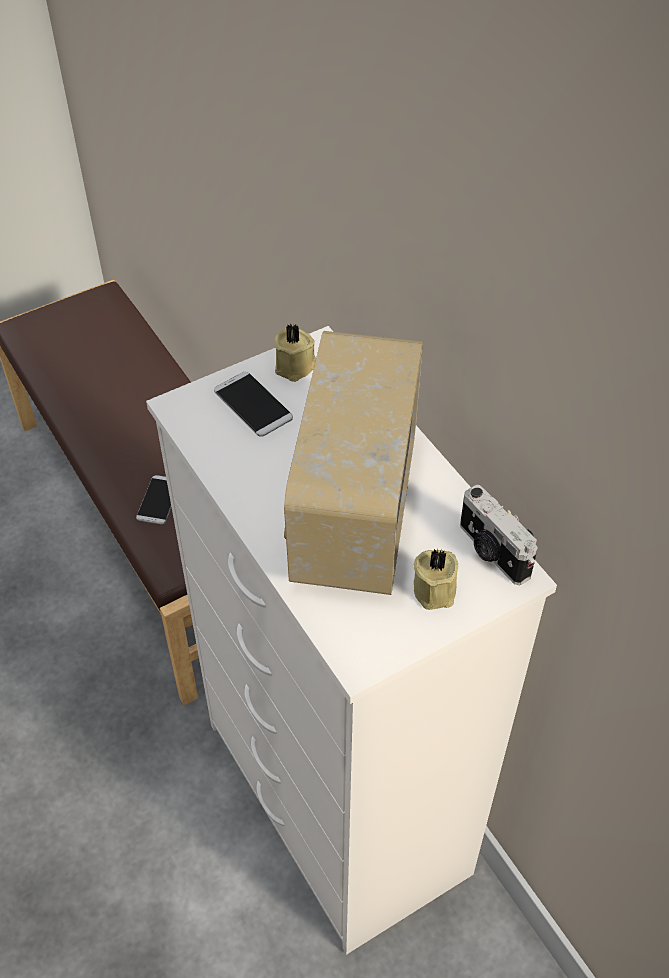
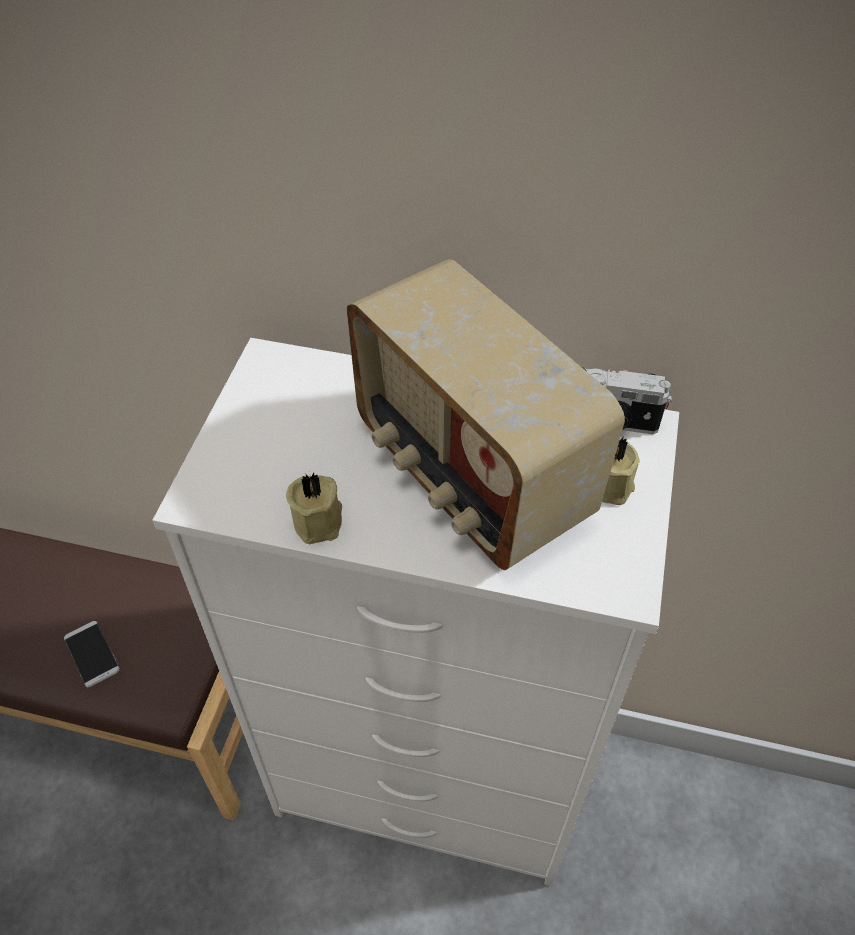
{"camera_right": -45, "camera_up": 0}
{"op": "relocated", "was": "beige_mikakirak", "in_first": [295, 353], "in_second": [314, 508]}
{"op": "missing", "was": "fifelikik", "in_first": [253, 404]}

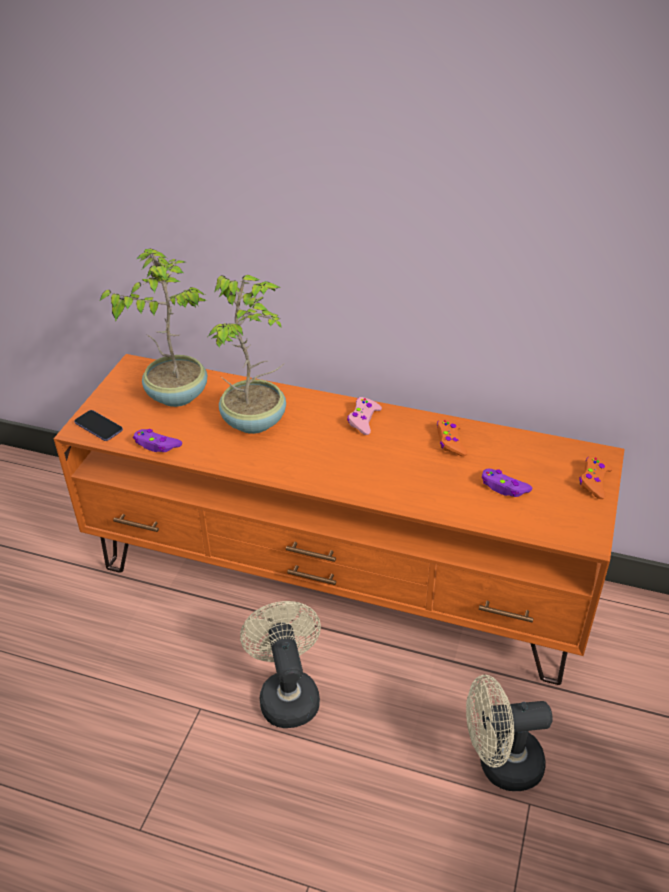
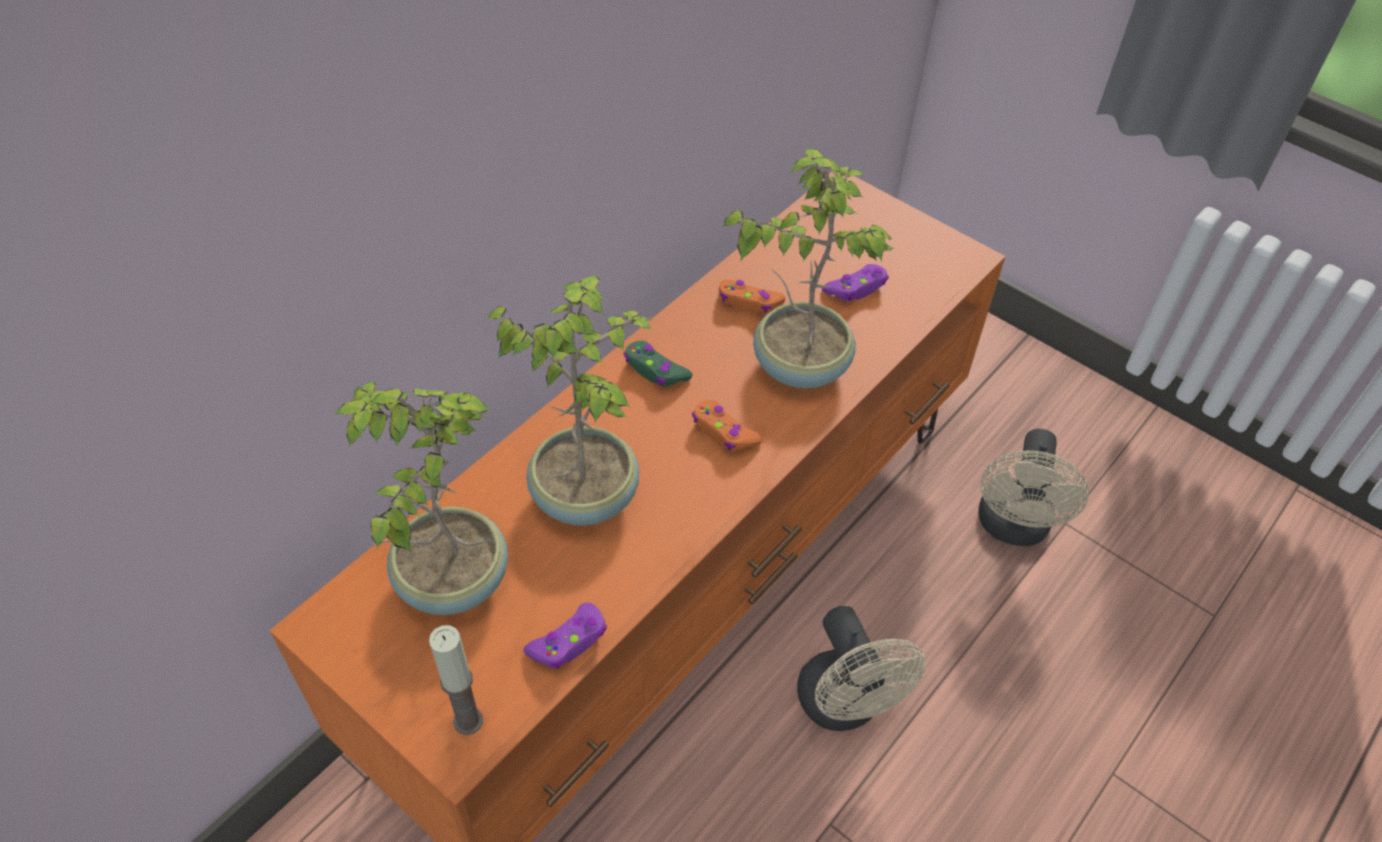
{"camera_right": -70, "camera_up": 10}
{"op": "colour", "was": "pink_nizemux", "now": "green_nizemux", "in_first": [364, 416], "in_second": [658, 364]}
{"op": "exchanged", "was": "fifelikik", "now": "mikakirak", "in_first": [98, 425], "in_second": [456, 680]}
{"op": "relocated", "was": "orange_nizemux", "in_first": [596, 477], "in_second": [727, 425]}
{"op": "spun", "was": "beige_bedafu", "in_first": [280, 664], "in_second": [861, 668], "clockwise": -120}
{"op": "appeared", "now": "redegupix", "in_second": [808, 268]}

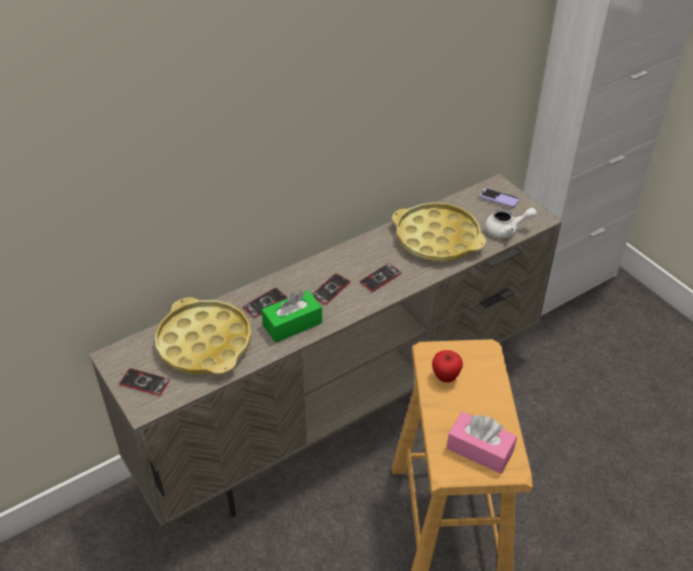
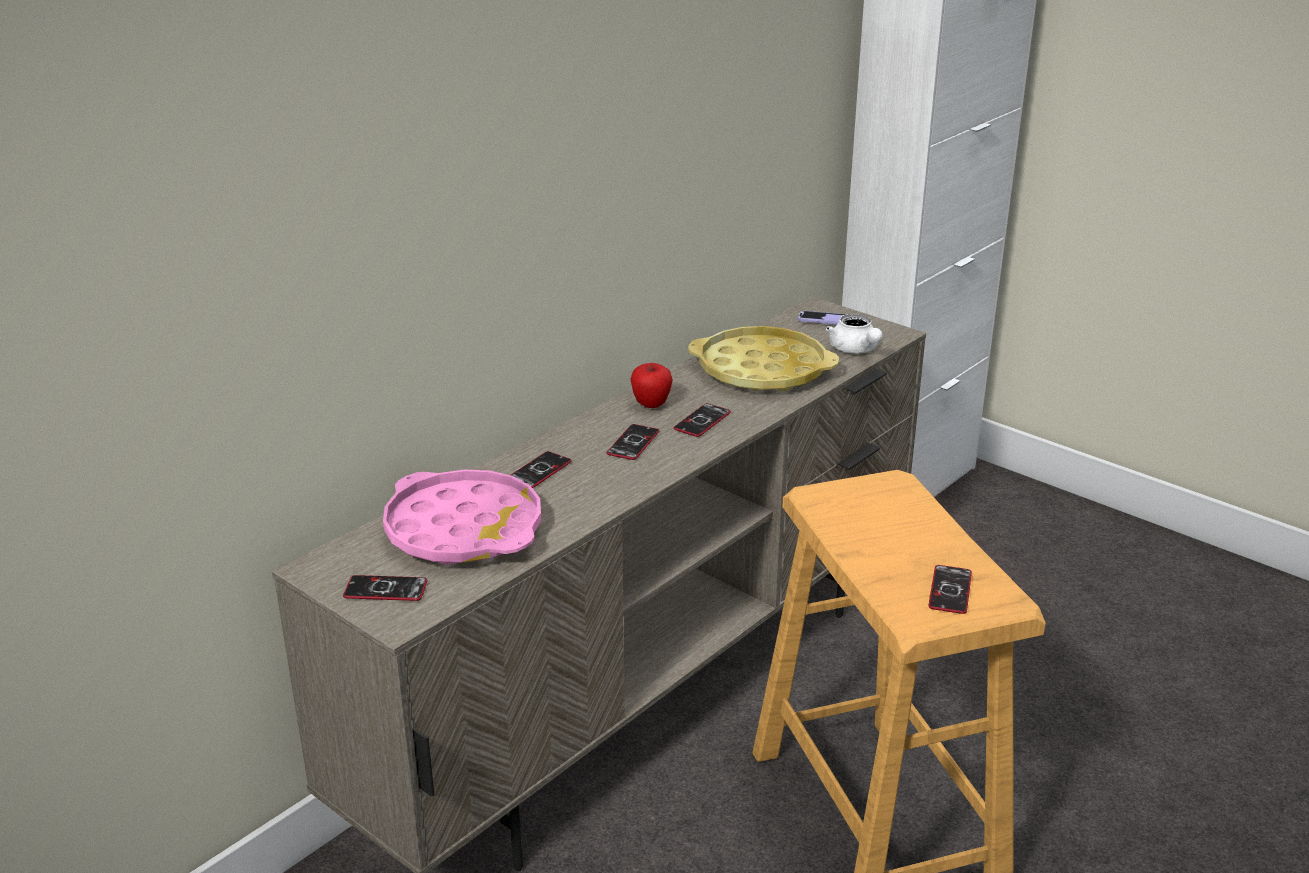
{"camera_right": -15, "camera_up": -15}
{"op": "spun", "was": "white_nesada", "in_first": [511, 223], "in_second": [854, 334], "clockwise": 90}
{"op": "missing", "was": "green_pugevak", "in_first": [291, 316]}
{"op": "colour", "was": "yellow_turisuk", "now": "pink_turisuk", "in_first": [203, 335], "in_second": [462, 517]}
{"op": "relocated", "was": "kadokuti", "in_first": [447, 366], "in_second": [651, 385]}
{"op": "exchanged", "was": "pink_pugevak", "now": "fifelikik", "in_first": [482, 443], "in_second": [950, 589]}

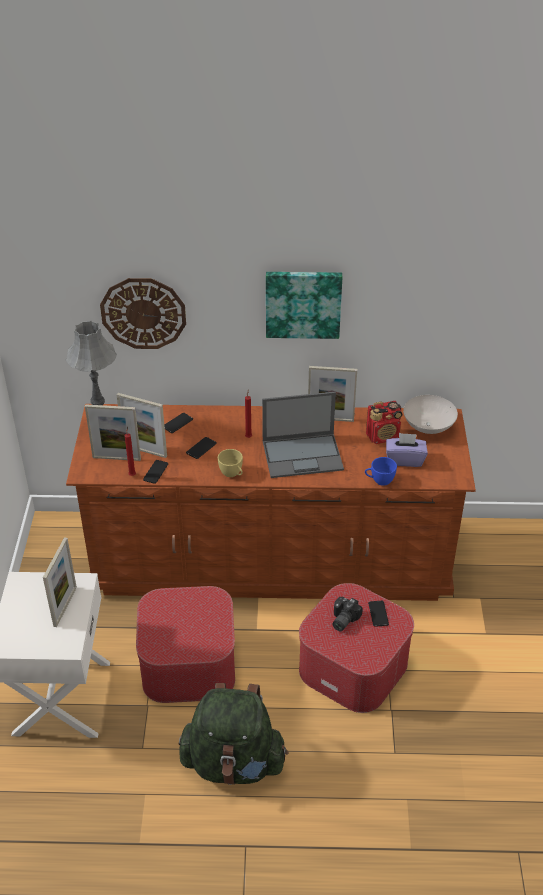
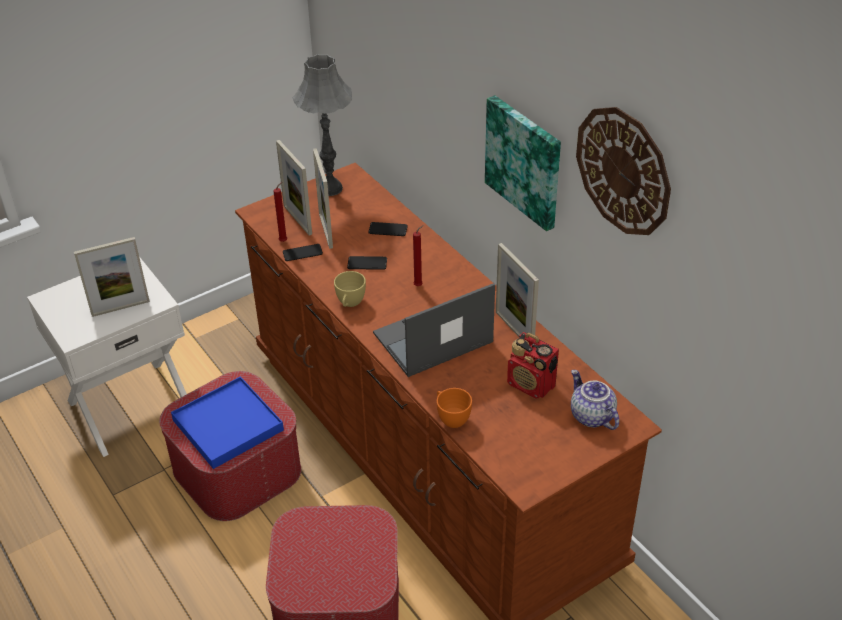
{"camera_right": 55, "camera_up": 0}
{"op": "relocated", "was": "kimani", "in_first": [143, 313], "in_second": [623, 171]}
{"op": "spun", "was": "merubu", "in_first": [303, 435], "in_second": [434, 330], "clockwise": 105}
{"op": "exchanged", "was": "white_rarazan", "now": "nesada", "in_first": [430, 414], "in_second": [595, 400]}
{"op": "missing", "was": "purple_pugevak", "in_first": [407, 450]}
{"op": "colour", "was": "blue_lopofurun", "now": "orange_lopofurun", "in_first": [381, 471], "in_second": [454, 408]}
{"op": "missing", "was": "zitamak", "in_first": [348, 614]}
{"op": "missing", "was": "fifelikik", "in_first": [378, 614]}
{"op": "missing", "was": "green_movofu", "in_first": [233, 734]}
{"op": "appeared", "now": "blue_turisuk", "in_second": [227, 422]}

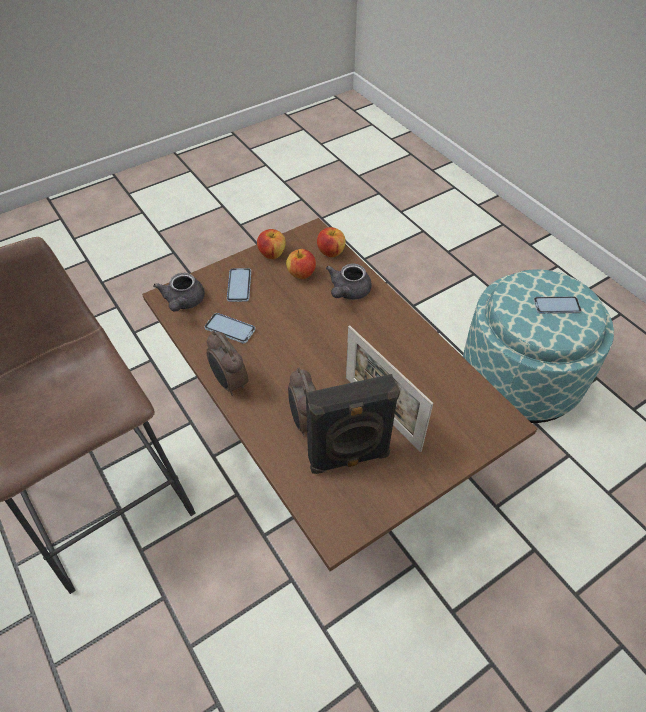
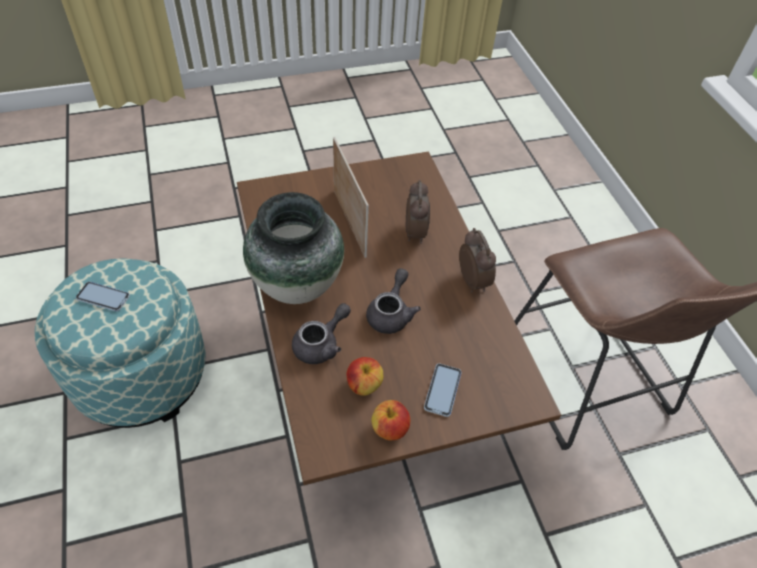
{"camera_right": -165, "camera_up": 0}
{"op": "missing", "was": "kadokuti", "in_first": [331, 242]}
{"op": "relocated", "was": "grey_nesada", "in_first": [178, 292], "in_second": [393, 301]}
{"op": "missing", "was": "fifelikik", "in_first": [230, 328]}
{"op": "missing", "was": "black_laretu", "in_first": [353, 424]}
{"op": "appeared", "now": "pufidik", "in_second": [293, 248]}

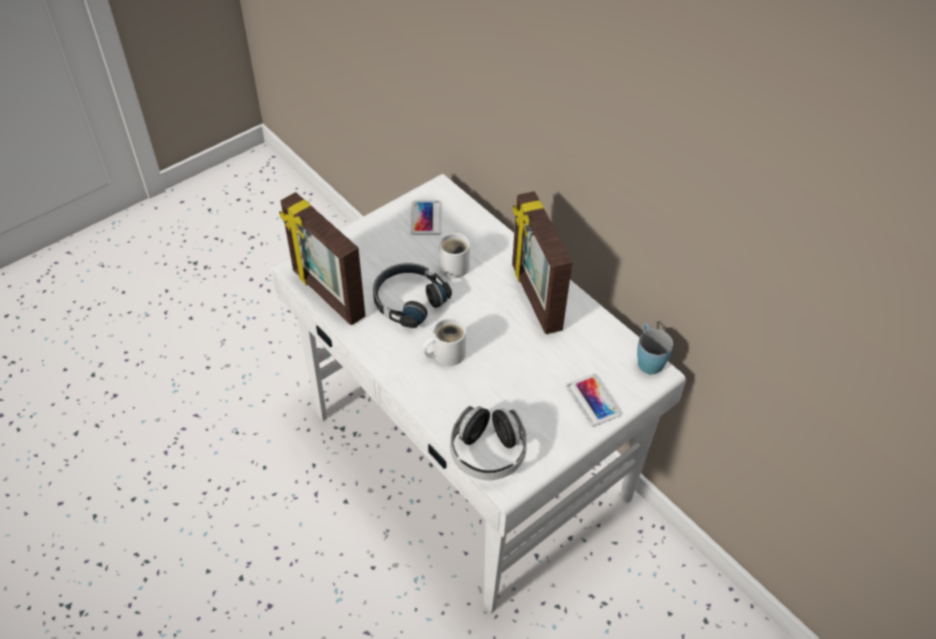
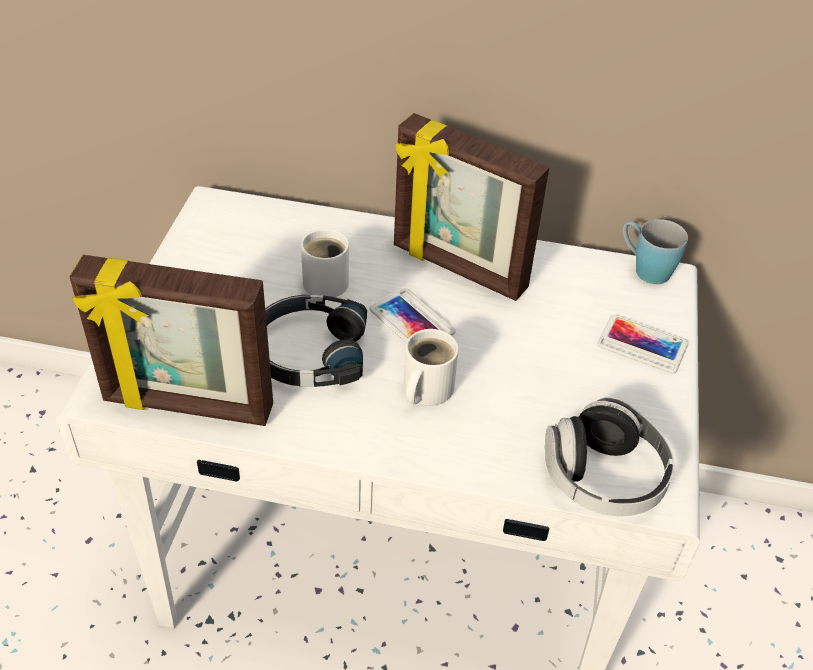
{"camera_right": -40, "camera_up": -5}
{"op": "relocated", "was": "fifelikik", "in_first": [426, 217], "in_second": [413, 315]}

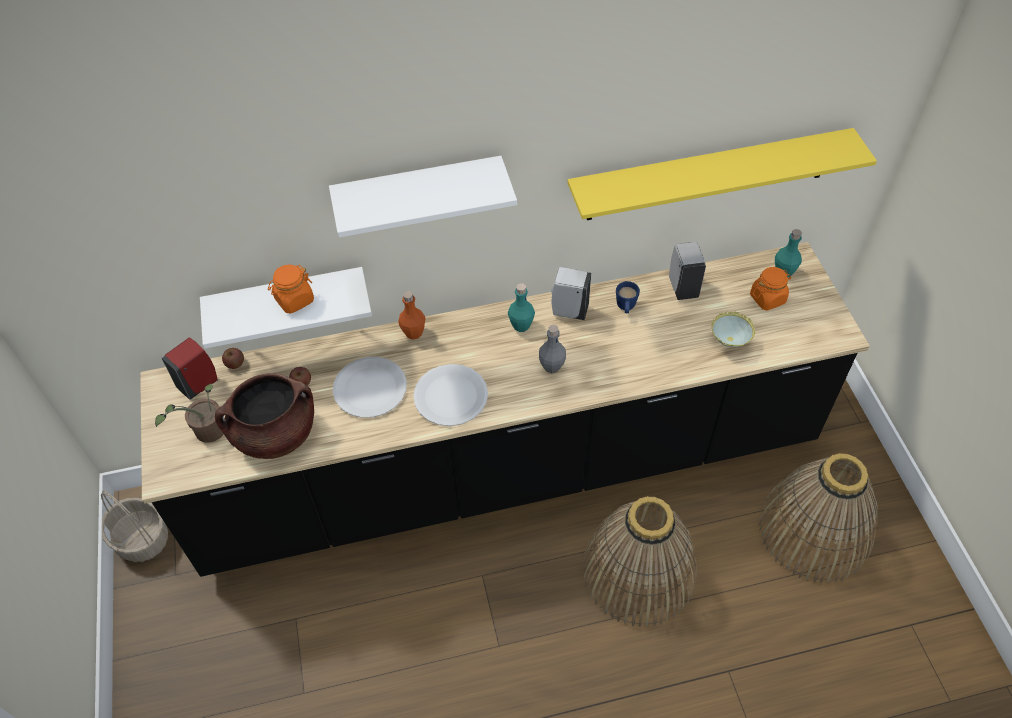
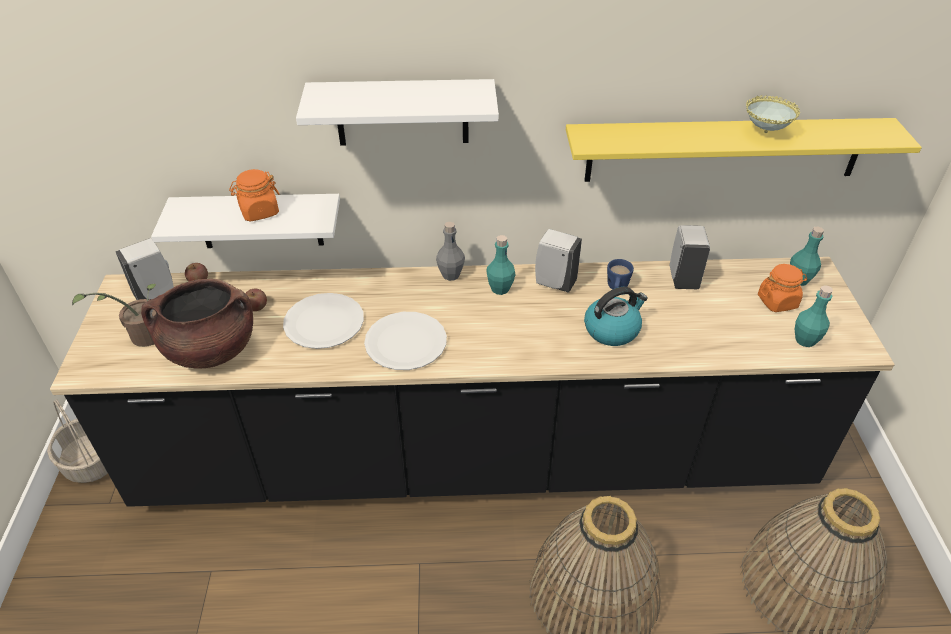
{"camera_right": 10, "camera_up": -10}
{"op": "missing", "was": "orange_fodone", "in_first": [411, 315]}
{"op": "relocated", "was": "rarazan", "in_first": [733, 329], "in_second": [773, 114]}
{"op": "relocated", "was": "grey_fodone", "in_first": [552, 349], "in_second": [450, 251]}
{"op": "colour", "was": "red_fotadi", "now": "white_fotadi", "in_first": [190, 368], "in_second": [144, 269]}
{"op": "appeared", "now": "turquoise_fodone", "in_second": [814, 316]}
{"op": "appeared", "now": "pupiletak", "in_second": [616, 316]}

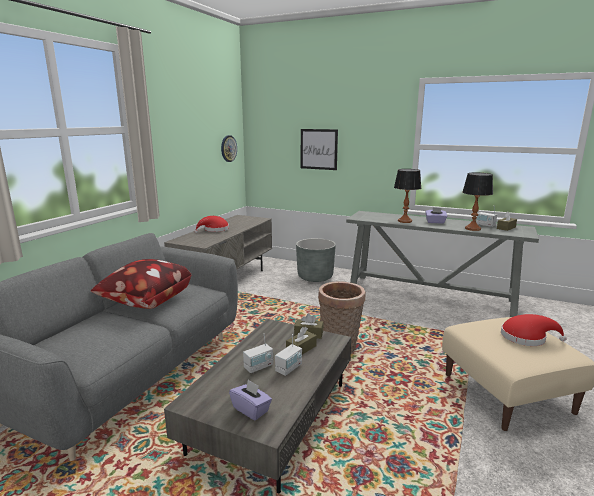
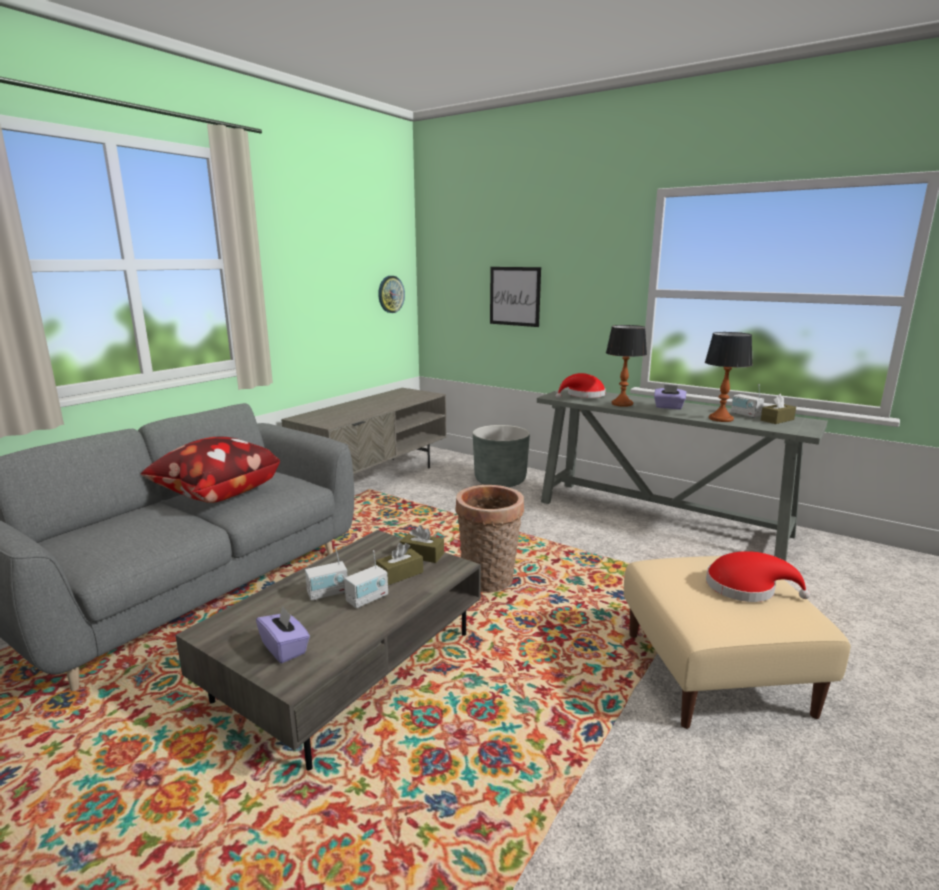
{"camera_right": 10, "camera_up": 0}
{"op": "relocated", "was": "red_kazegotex", "in_first": [211, 224], "in_second": [581, 386]}

